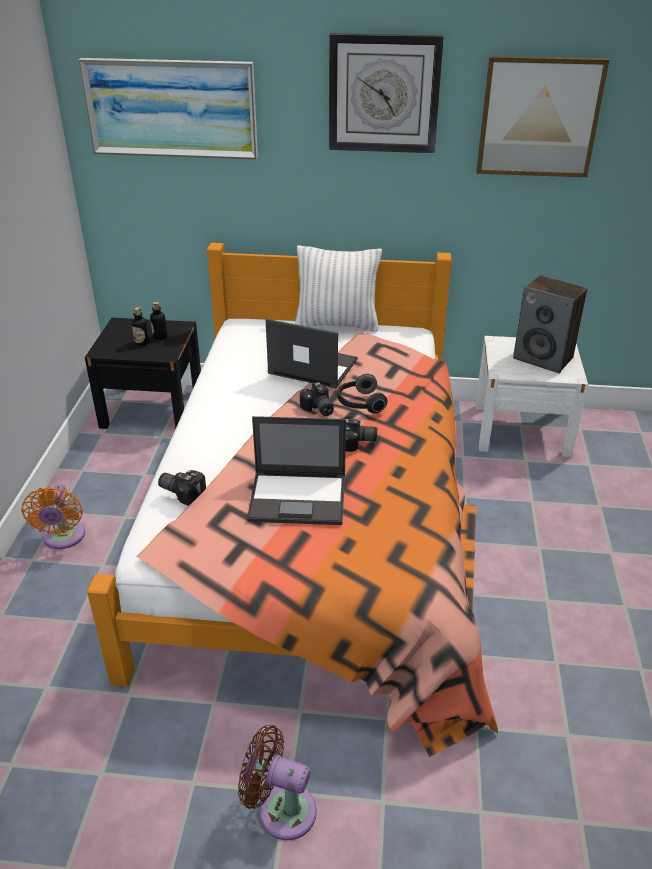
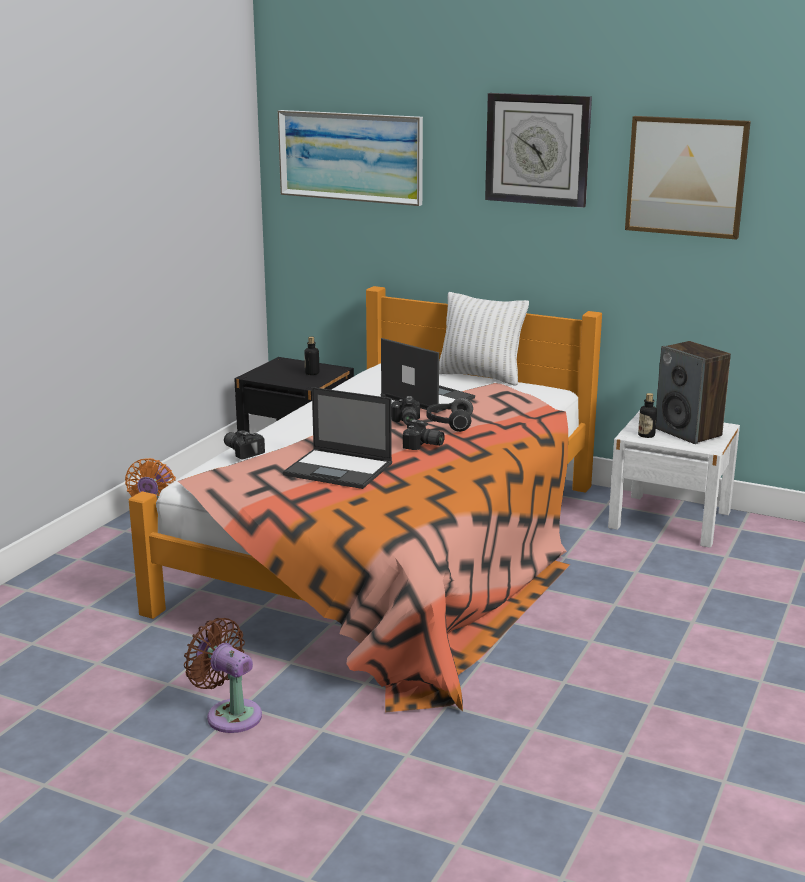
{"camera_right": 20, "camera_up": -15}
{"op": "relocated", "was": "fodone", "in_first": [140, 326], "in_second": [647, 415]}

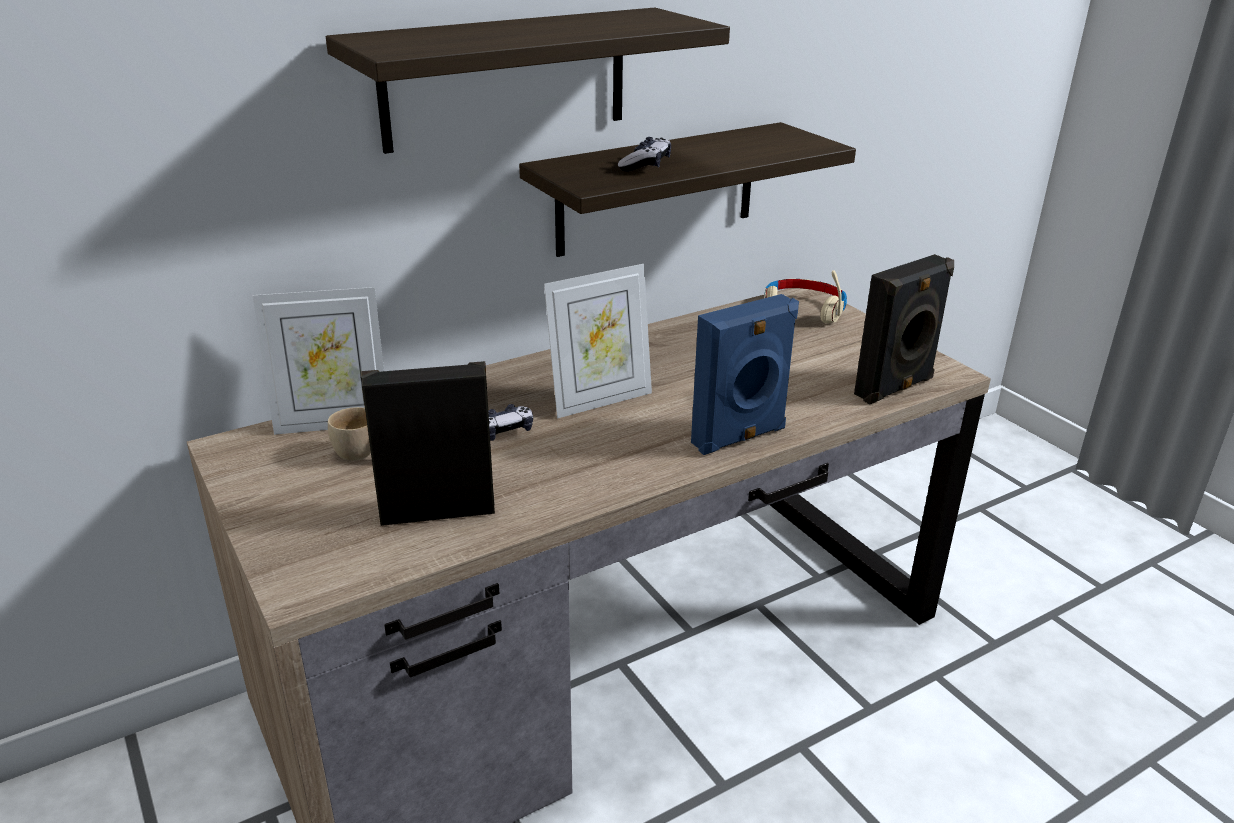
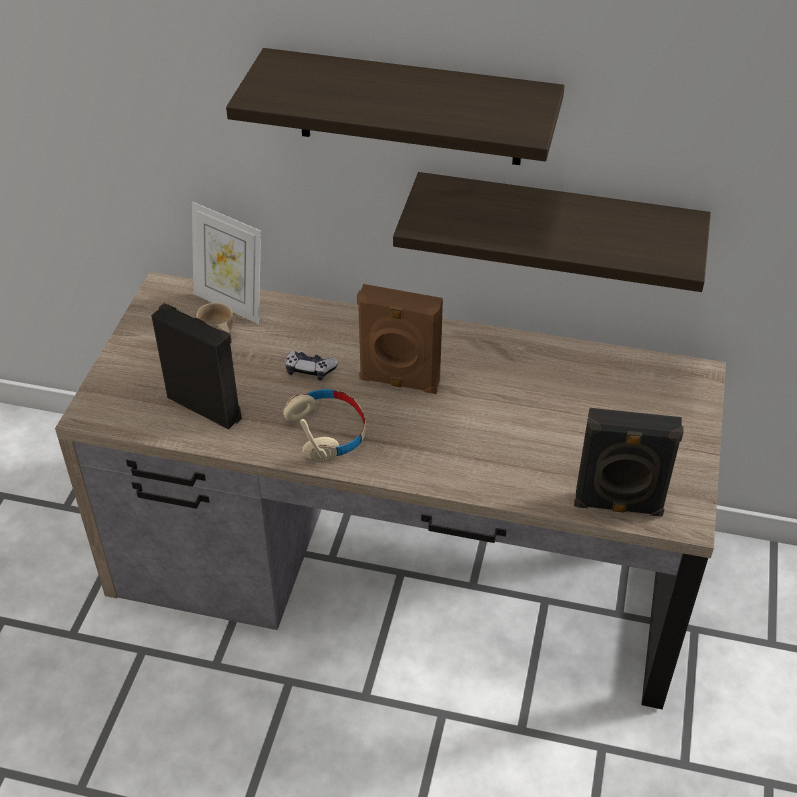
{"camera_right": 45, "camera_up": 15}
{"op": "missing", "was": "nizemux", "in_first": [644, 154]}
{"op": "exchanged", "was": "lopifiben", "now": "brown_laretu", "in_first": [598, 341], "in_second": [400, 339]}
{"op": "relocated", "was": "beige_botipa", "in_first": [806, 296], "in_second": [324, 425]}
{"op": "missing", "was": "blue_laretu", "in_first": [745, 374]}

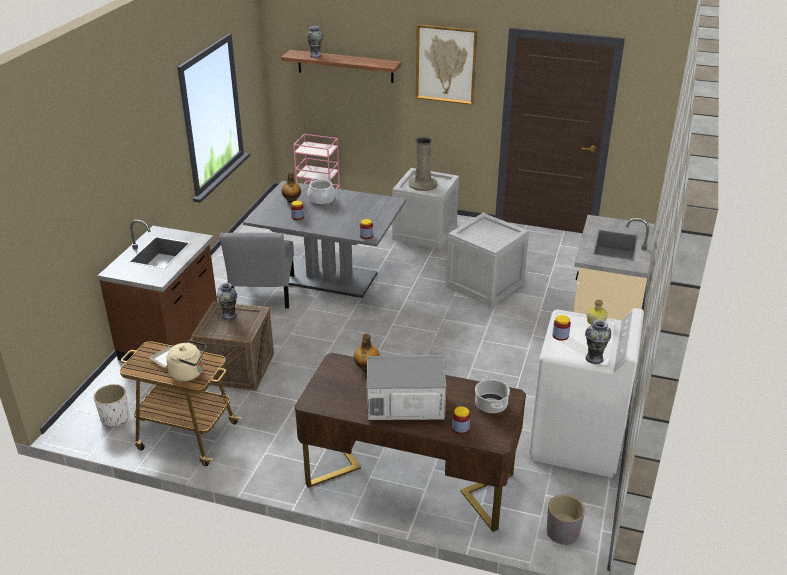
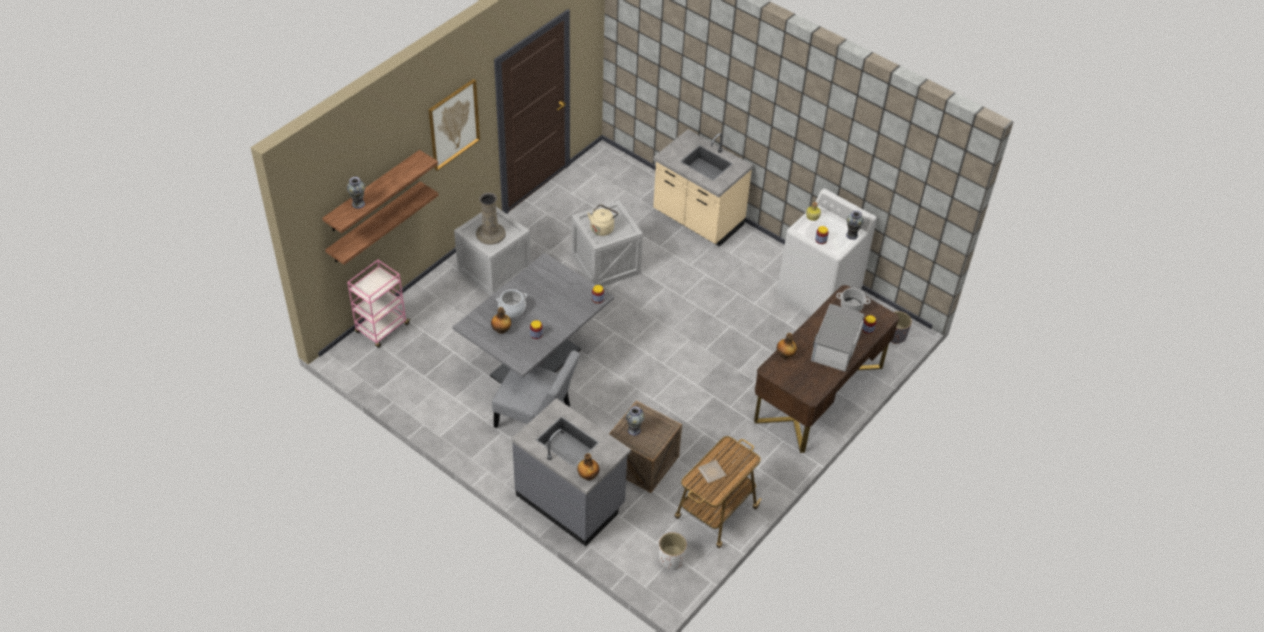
{"camera_right": -70, "camera_up": 15}
{"op": "colour", "was": "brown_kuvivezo", "now": "grey_kuvivezo", "in_first": [157, 290], "in_second": [571, 472]}
{"op": "relocated", "was": "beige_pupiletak", "in_first": [186, 361], "in_second": [602, 220]}
{"op": "appeared", "now": "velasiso", "in_second": [382, 223]}
{"op": "appeared", "now": "fodone", "in_second": [588, 467]}

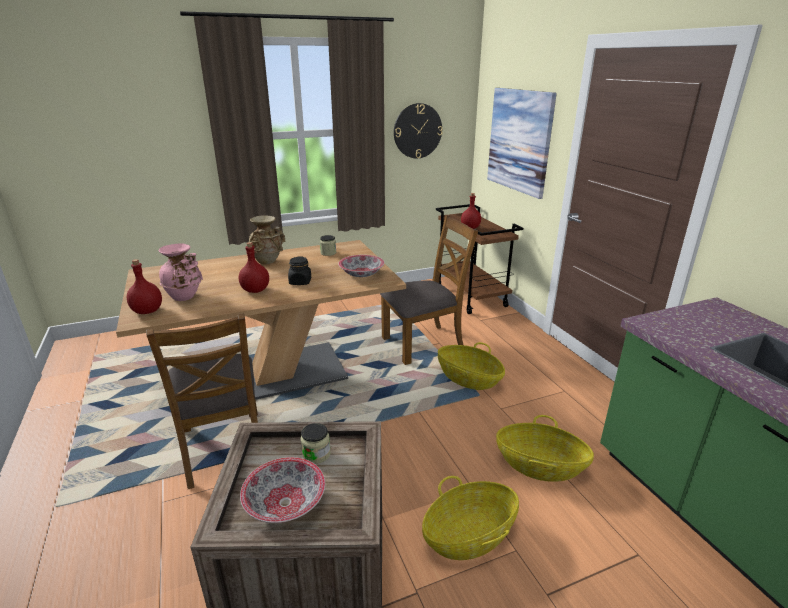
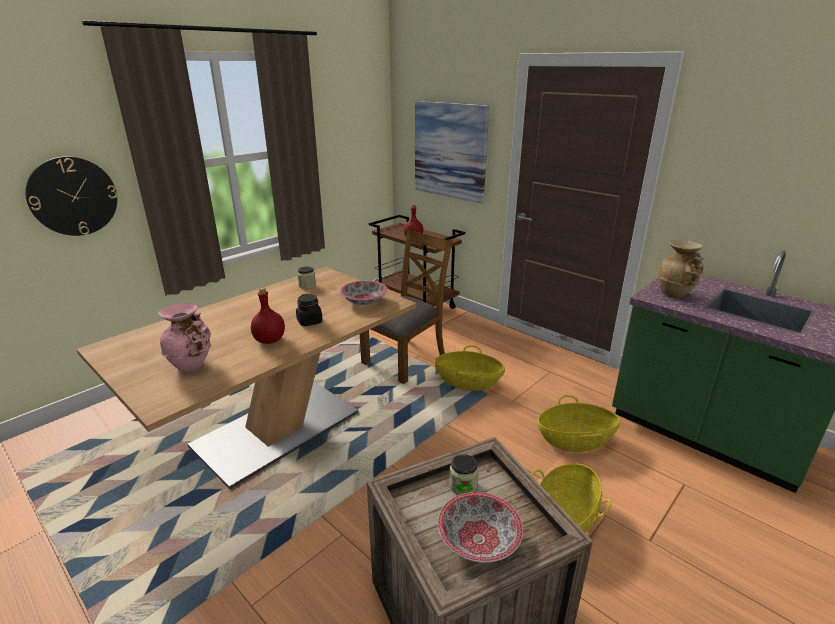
{"camera_right": -25, "camera_up": 0}
{"op": "relocated", "was": "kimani", "in_first": [418, 130], "in_second": [71, 196]}
{"op": "relocated", "was": "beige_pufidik", "in_first": [267, 239], "in_second": [680, 269]}
{"op": "missing", "was": "red_fodone", "in_first": [144, 286]}
{"op": "missing", "was": "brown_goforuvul", "in_first": [202, 401]}

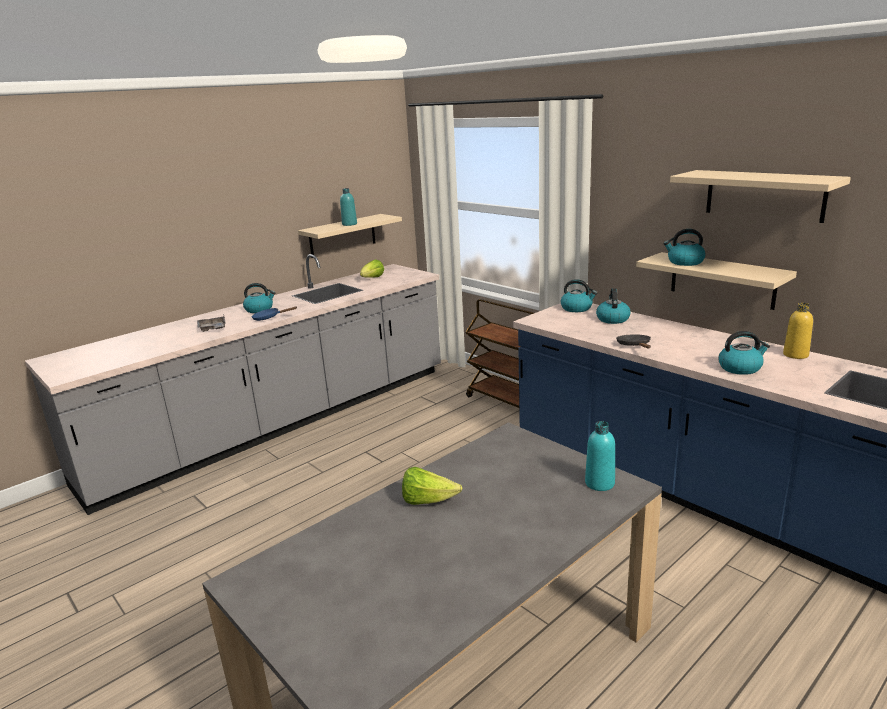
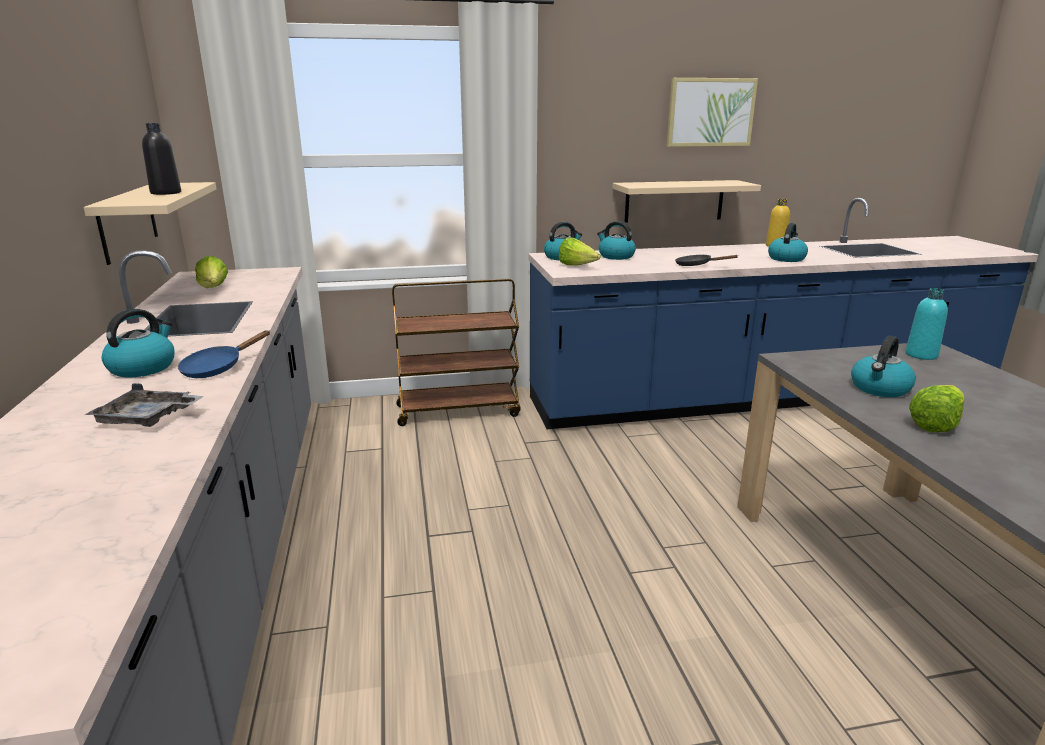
{"camera_right": -60, "camera_up": 0}
{"op": "exchanged", "was": "beige_velasiso", "now": "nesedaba", "in_first": [760, 196], "in_second": [712, 112]}
{"op": "colour", "was": "turquoise_fodone", "now": "black_fodone", "in_first": [348, 207], "in_second": [161, 159]}
{"op": "relocated", "was": "pupiletak", "in_first": [684, 247], "in_second": [883, 366]}
{"op": "appeared", "now": "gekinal", "in_second": [580, 251]}

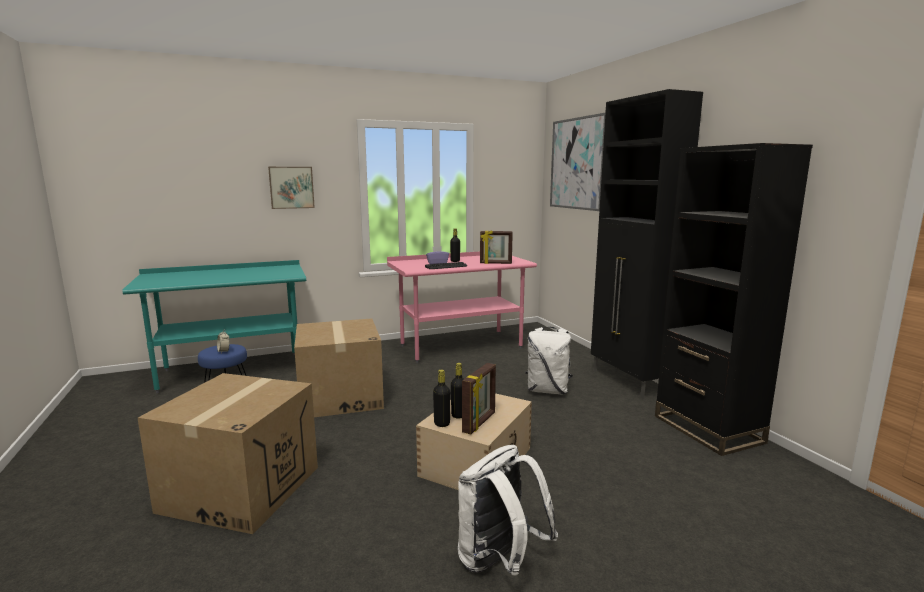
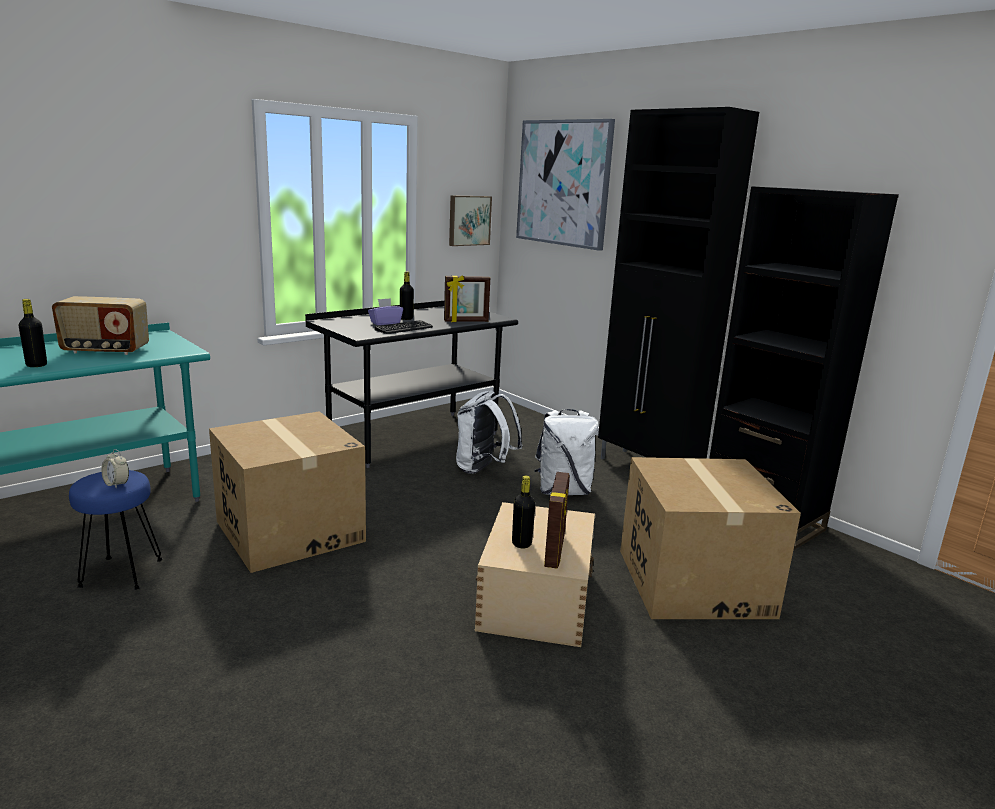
{"camera_right": -20, "camera_up": 5}
{"op": "relocated", "was": "nesedaba", "in_first": [291, 188], "in_second": [470, 220]}
{"op": "colour", "was": "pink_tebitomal", "now": "black_tebitomal", "in_first": [462, 307], "in_second": [411, 384]}
{"op": "relocated", "was": "black_fodone", "in_first": [441, 398], "in_second": [32, 333]}
{"op": "relocated", "was": "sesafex", "in_first": [228, 453], "in_second": [710, 538]}
{"op": "relocated", "was": "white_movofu", "in_first": [508, 510], "in_second": [489, 432]}
{"op": "appeared", "now": "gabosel", "in_second": [100, 325]}

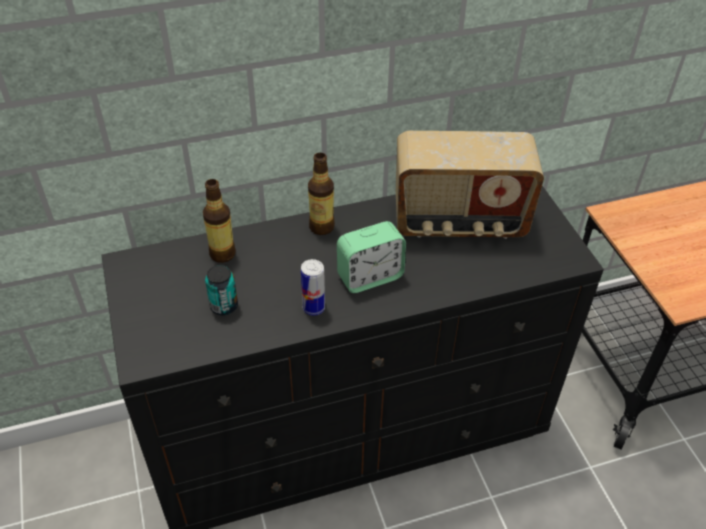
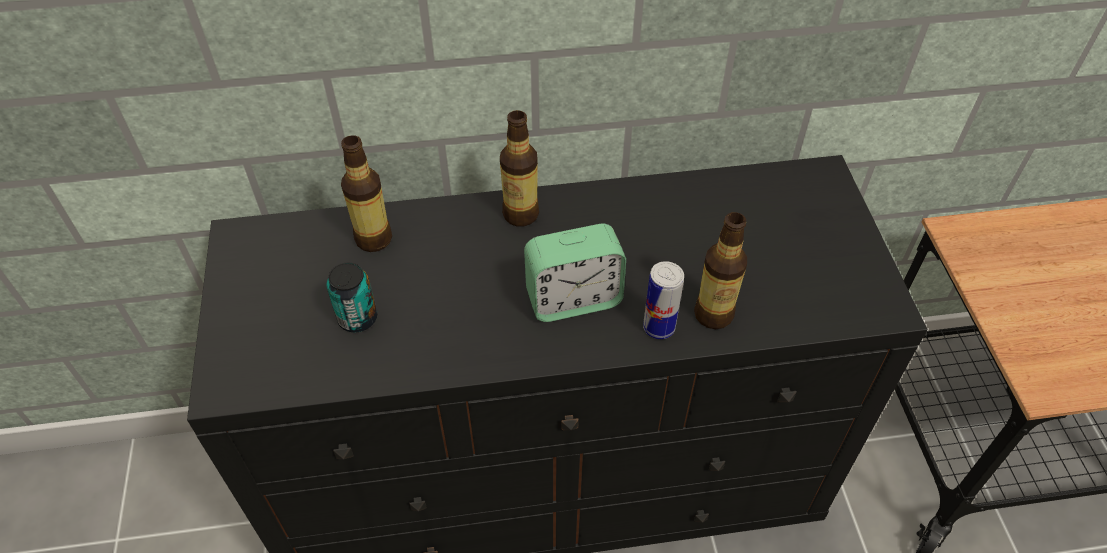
{"camera_right": 10, "camera_up": 5}
{"op": "missing", "was": "gabosel", "in_first": [470, 185]}
{"op": "relocated", "was": "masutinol", "in_first": [313, 287], "in_second": [663, 300]}
{"op": "appeared", "now": "fodone", "in_second": [720, 270]}

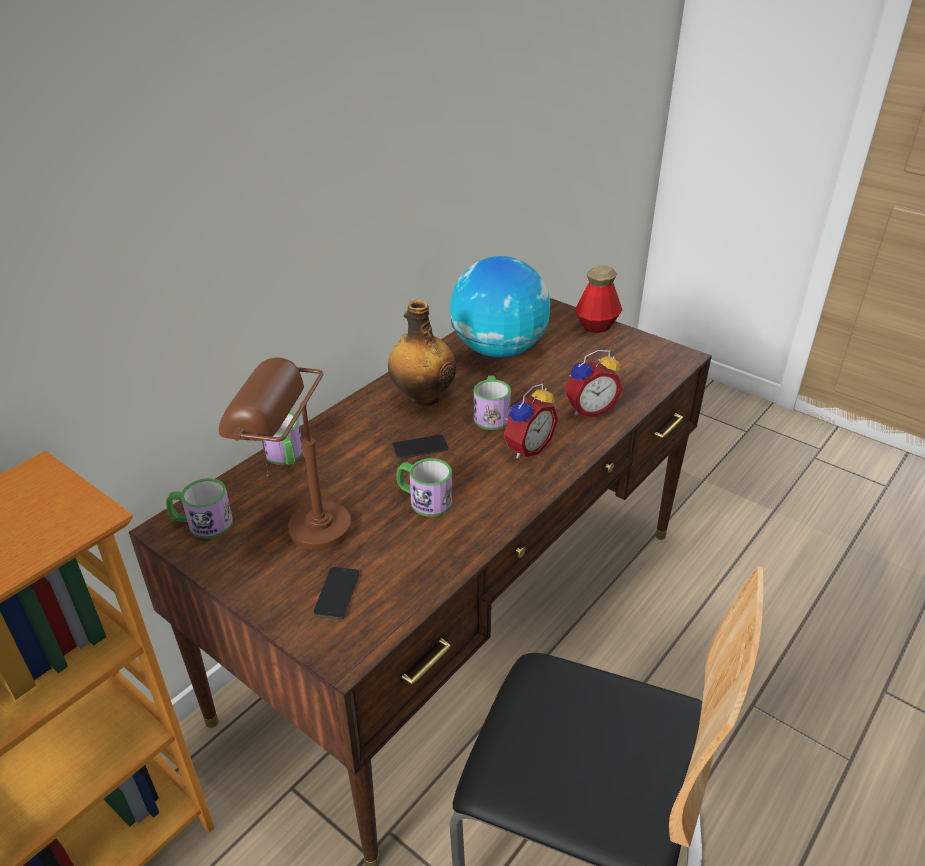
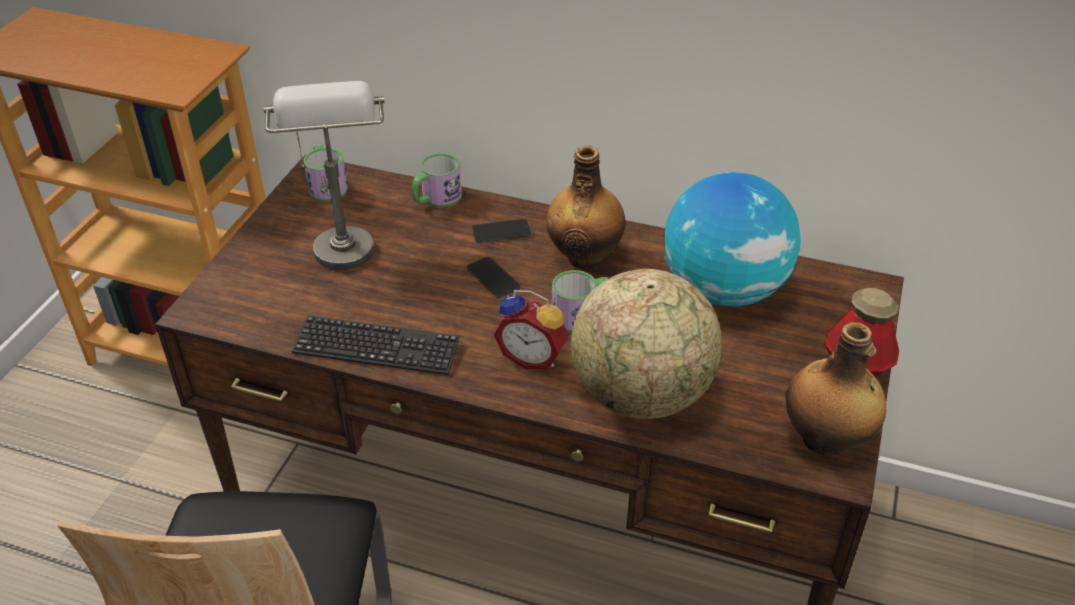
{"camera_right": 70, "camera_up": 5}
{"op": "exchanged", "was": "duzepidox", "now": "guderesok", "in_first": [593, 383], "in_second": [646, 344]}
{"op": "colour", "was": "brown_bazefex", "now": "grey_bazefex", "in_first": [285, 454], "in_second": [324, 175]}
{"op": "missing", "was": "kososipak", "in_first": [424, 487]}
{"op": "relocated", "was": "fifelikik", "in_first": [336, 593], "in_second": [501, 231]}
{"op": "appeared", "now": "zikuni", "in_second": [376, 345]}
{"op": "appeared", "now": "fodone", "in_second": [836, 389]}

